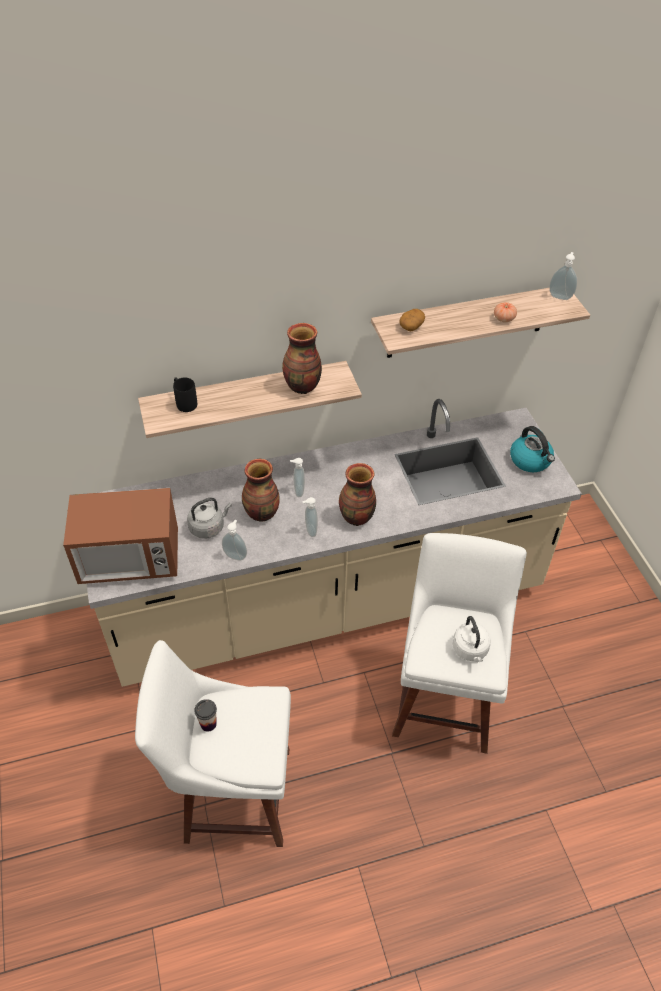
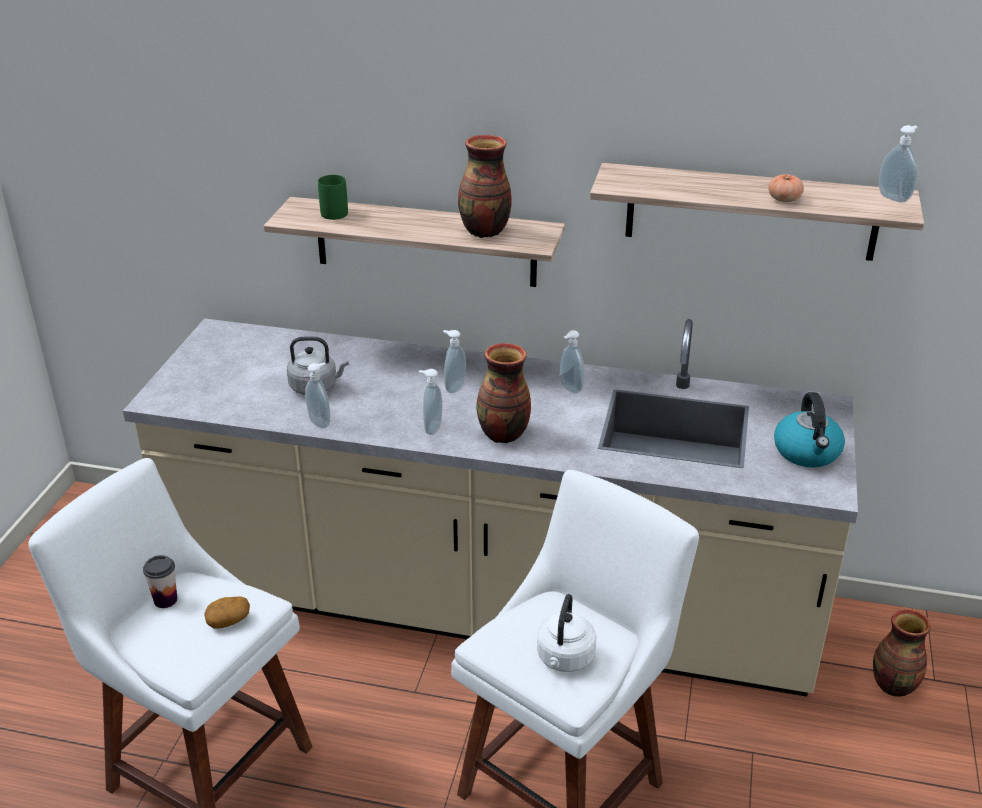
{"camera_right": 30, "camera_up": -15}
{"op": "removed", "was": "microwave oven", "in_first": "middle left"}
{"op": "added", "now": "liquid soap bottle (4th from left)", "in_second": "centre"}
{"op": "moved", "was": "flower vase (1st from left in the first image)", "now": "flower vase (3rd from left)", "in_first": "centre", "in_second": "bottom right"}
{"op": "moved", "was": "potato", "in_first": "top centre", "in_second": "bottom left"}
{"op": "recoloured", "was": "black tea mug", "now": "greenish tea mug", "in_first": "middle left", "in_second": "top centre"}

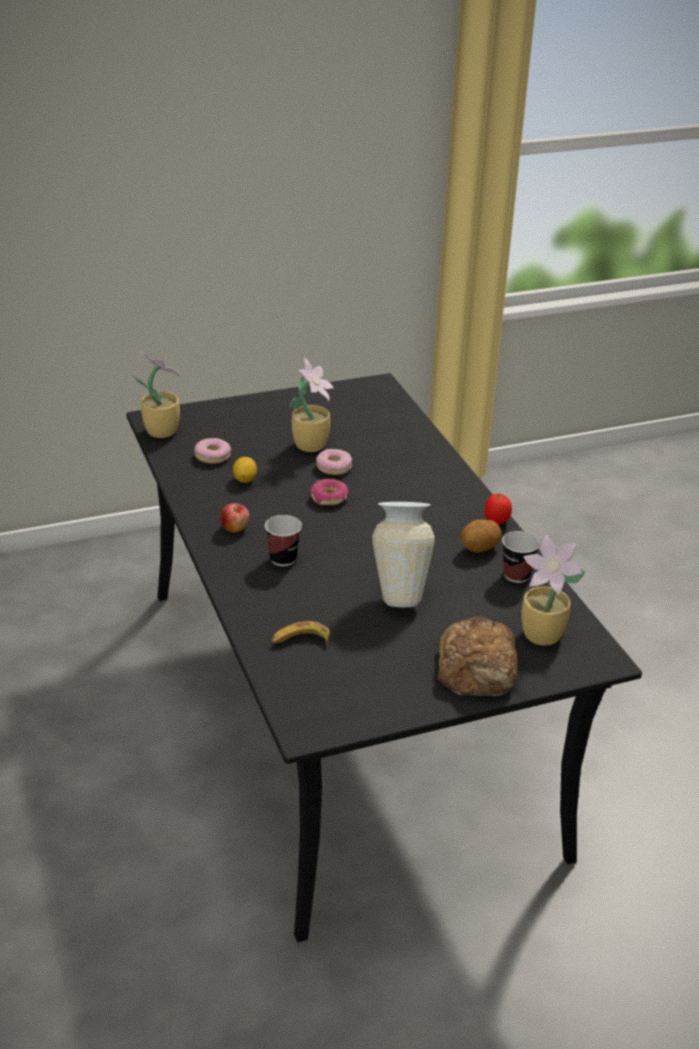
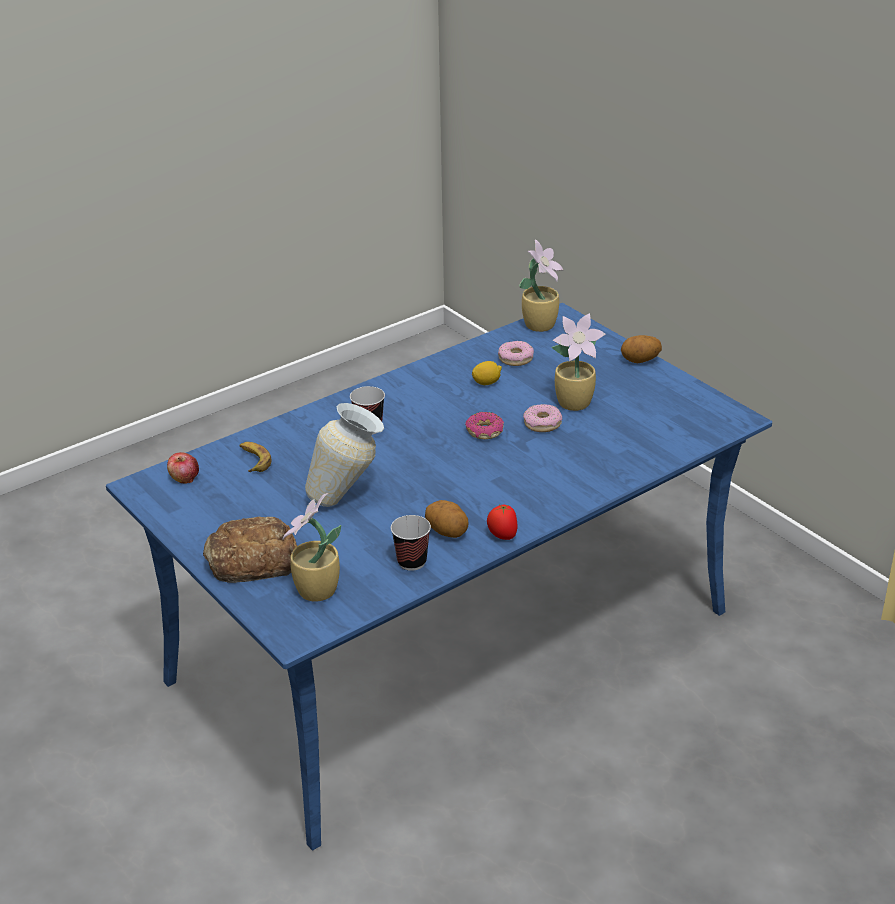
{"camera_right": 75, "camera_up": 0}
{"op": "added", "now": "potato (2nd from left)", "in_second": "middle right"}
{"op": "moved", "was": "apple fruit", "in_first": "centre", "in_second": "middle left"}
{"op": "recoloured", "was": "black dining table", "now": "blue dining table", "in_first": "centre", "in_second": "centre"}

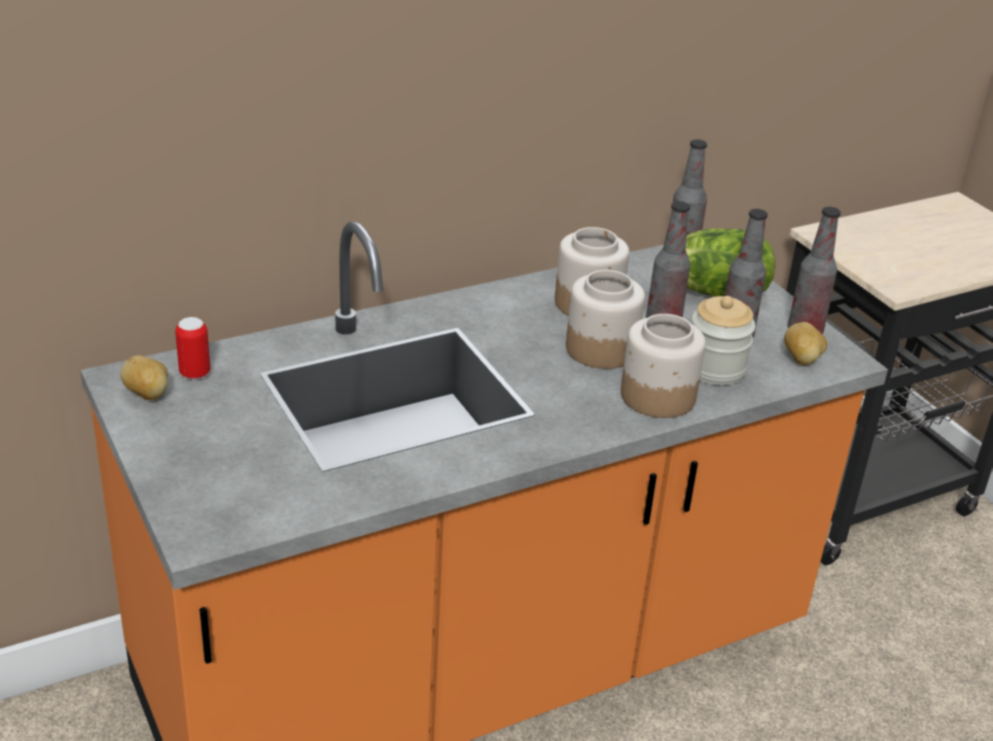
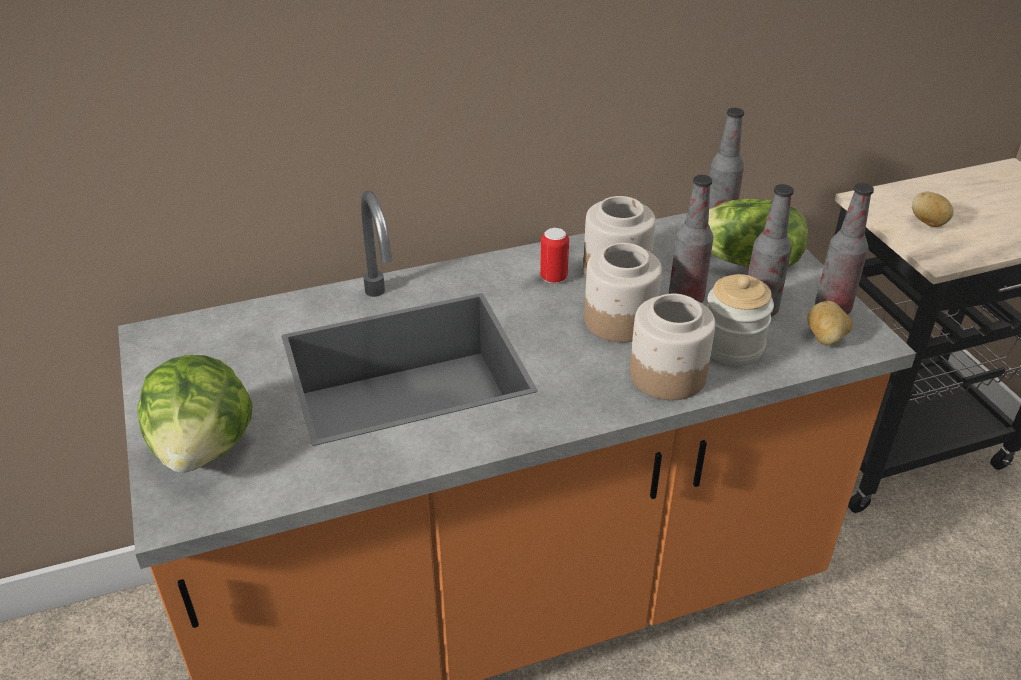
{"camera_right": 10, "camera_up": 5}
{"op": "added", "now": "lettuce head (1st from left)", "in_second": "middle left"}
{"op": "moved", "was": "potato (1st from left in the first image)", "now": "potato (2nd from left)", "in_first": "middle left", "in_second": "top right"}
{"op": "moved", "was": "can", "in_first": "middle left", "in_second": "centre"}

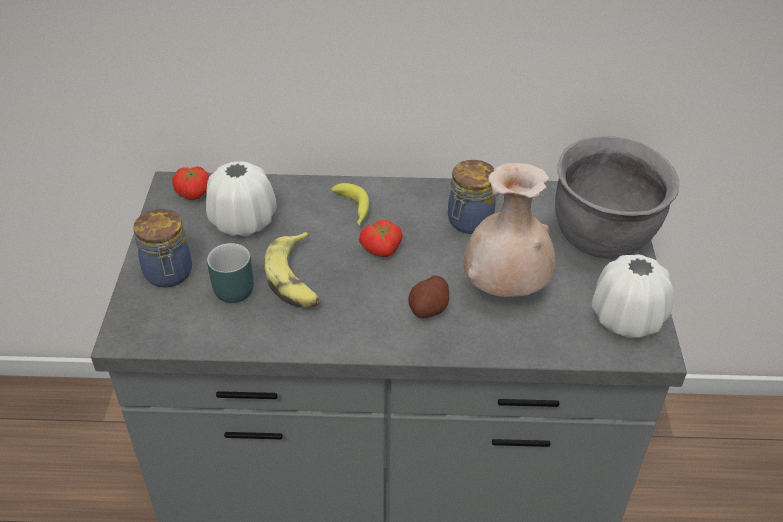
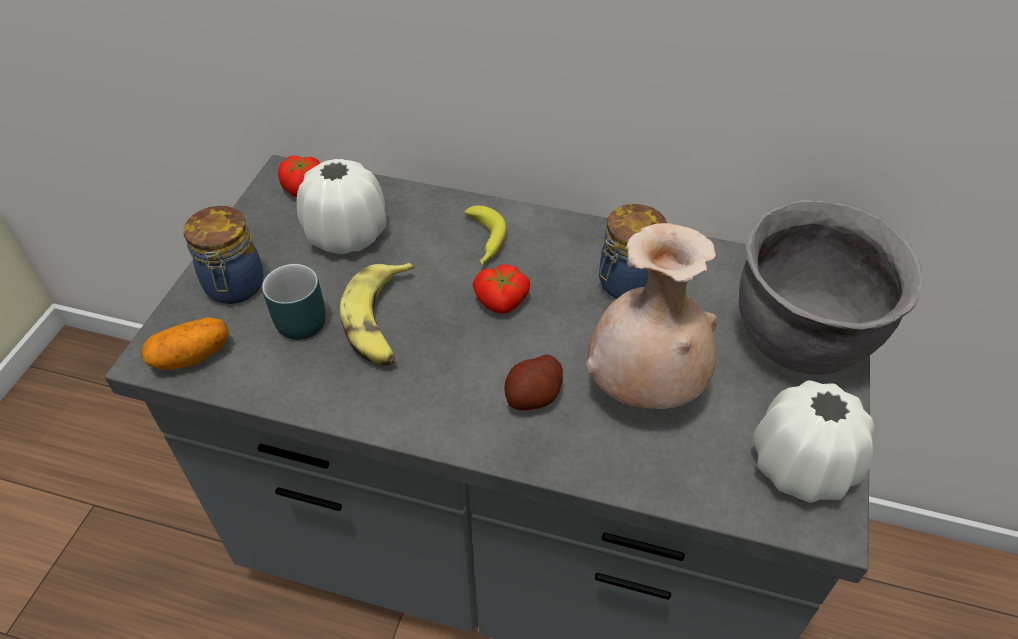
{"camera_right": 15, "camera_up": 5}
{"op": "added", "now": "potato (1st from left)", "in_second": "middle left"}

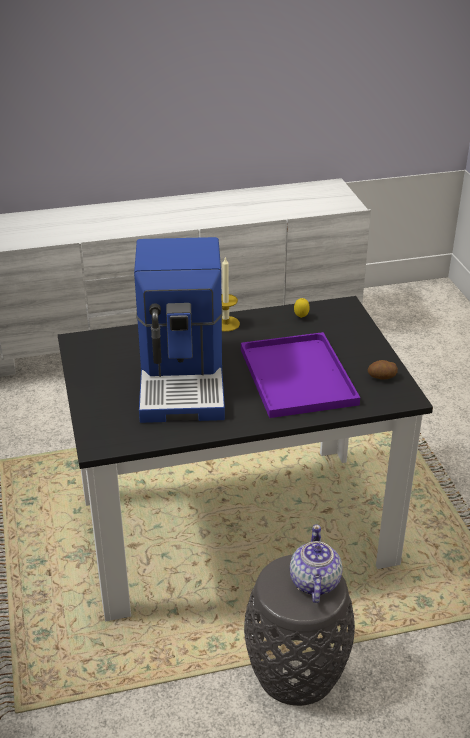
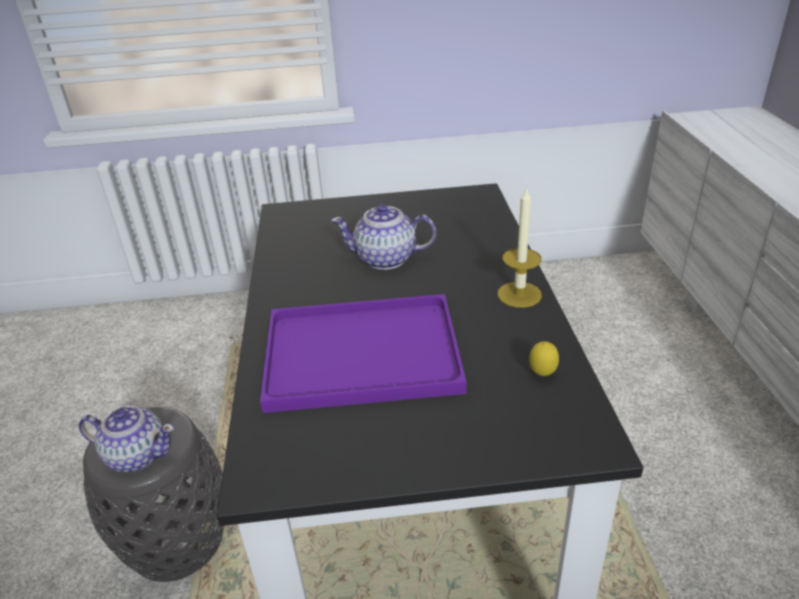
{"camera_right": 100, "camera_up": 0}
{"op": "removed", "was": "potato", "in_first": "middle right"}
{"op": "replaced", "was": "coffee maker", "now": "tea pot (2nd from left)", "in_first": "centre", "in_second": "centre"}

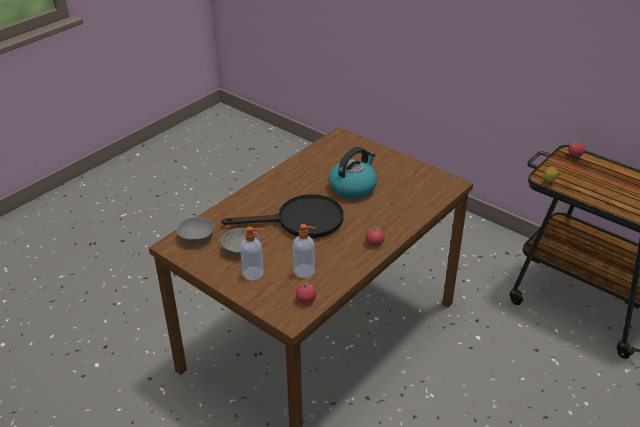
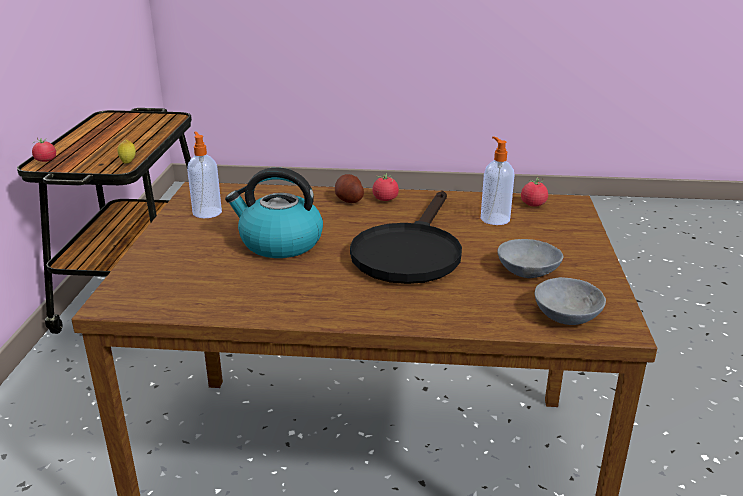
{"camera_right": -125, "camera_up": -10}
{"op": "added", "now": "potato", "in_second": "centre"}
{"op": "moved", "was": "liquid soap bottle (1st from left)", "in_first": "centre", "in_second": "middle left"}
{"op": "turned", "was": "black skillet", "in_first": "centre", "in_second": "centre", "clockwise": -120}

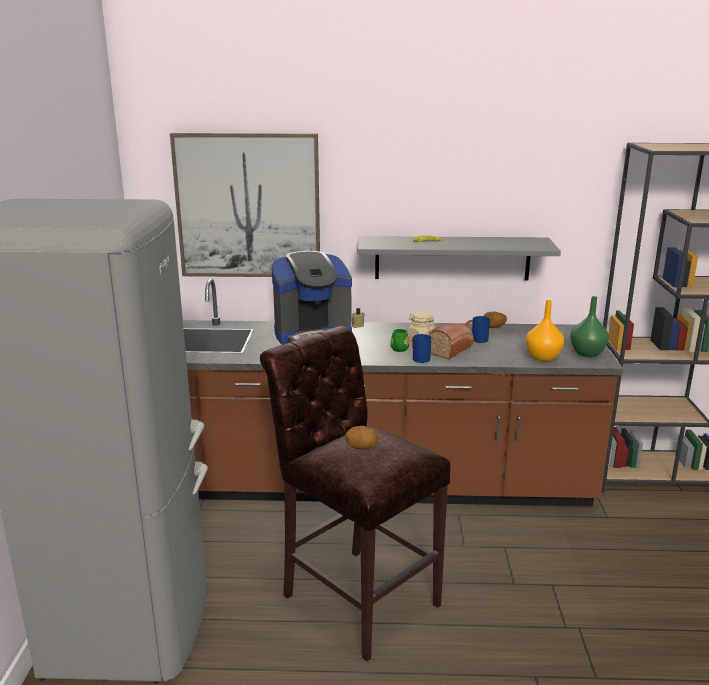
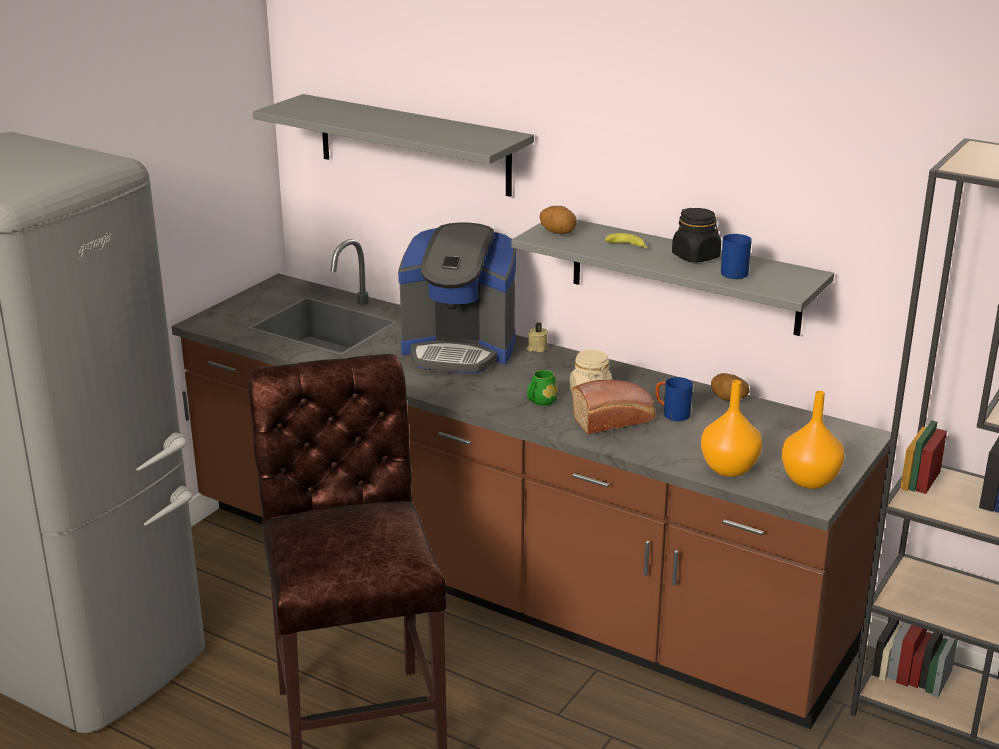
{"camera_right": 30, "camera_up": 5}
{"op": "added", "now": "black jar", "in_second": "top right"}
{"op": "moved", "was": "potato (1st from left)", "in_first": "centre", "in_second": "top centre"}
{"op": "moved", "was": "blue tea mug (1st from left in the first image)", "now": "blue tea mug (2nd from left)", "in_first": "centre", "in_second": "middle right"}
{"op": "replaced", "was": "wall picture", "now": "grey wall shelf (1st from left)", "in_first": "top centre", "in_second": "top centre"}
{"op": "recoloured", "was": "greenish flower vase", "now": "orange flower vase (2nd from left)", "in_first": "middle right", "in_second": "middle right"}

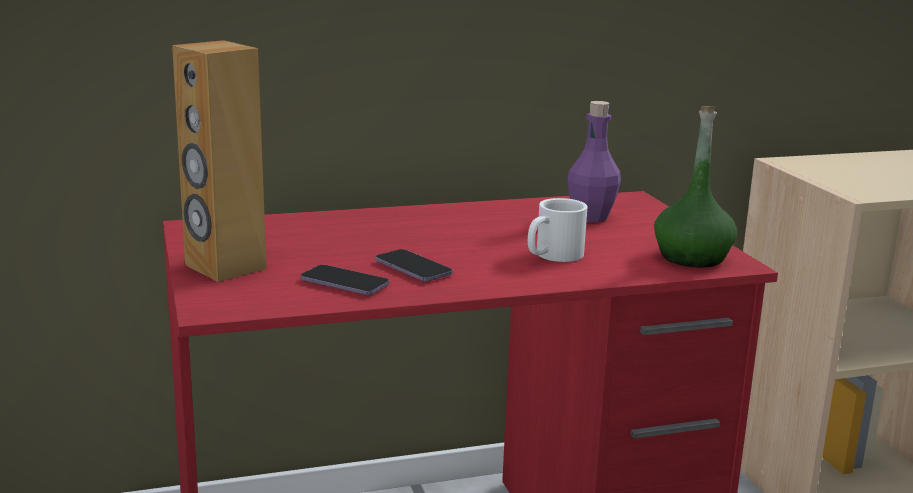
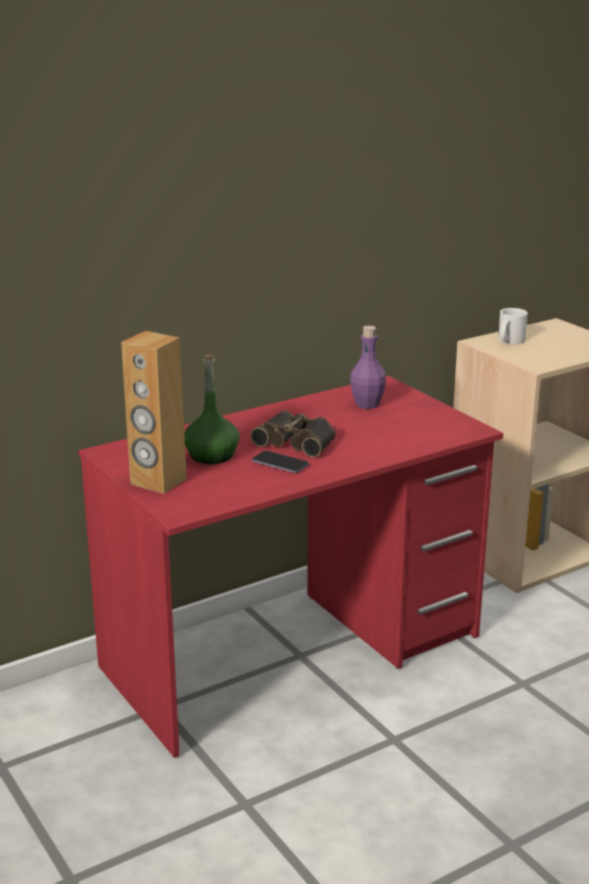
{"camera_right": -15, "camera_up": 5}
{"op": "removed", "was": "telephone (1st from left)", "in_first": "centre"}
{"op": "added", "now": "pair of binoculars", "in_second": "centre"}
{"op": "moved", "was": "white tea mug", "in_first": "centre", "in_second": "middle right"}
{"op": "moved", "was": "greenish bottle", "in_first": "middle right", "in_second": "centre"}

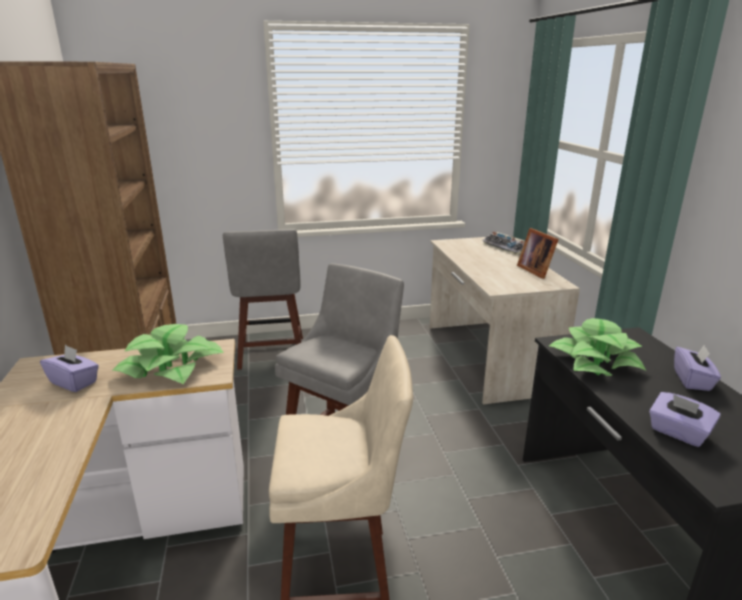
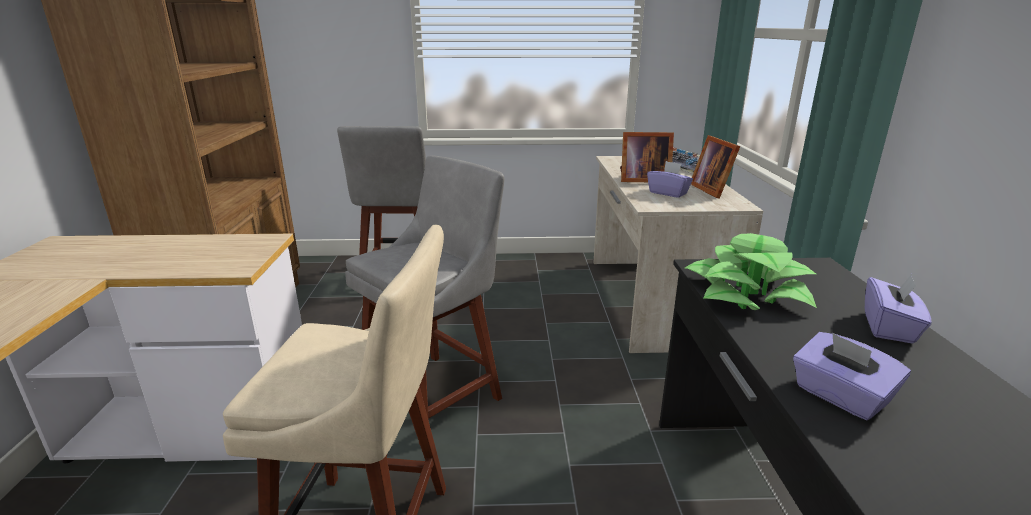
{"camera_right": 10, "camera_up": 0}
{"op": "removed", "was": "plant in a pot (1st from left)", "in_first": "middle left"}
{"op": "added", "now": "standing frame (1st from left)", "in_second": "top centre"}
{"op": "moved", "was": "purplish box of tissues (1st from left)", "in_first": "middle left", "in_second": "centre"}

